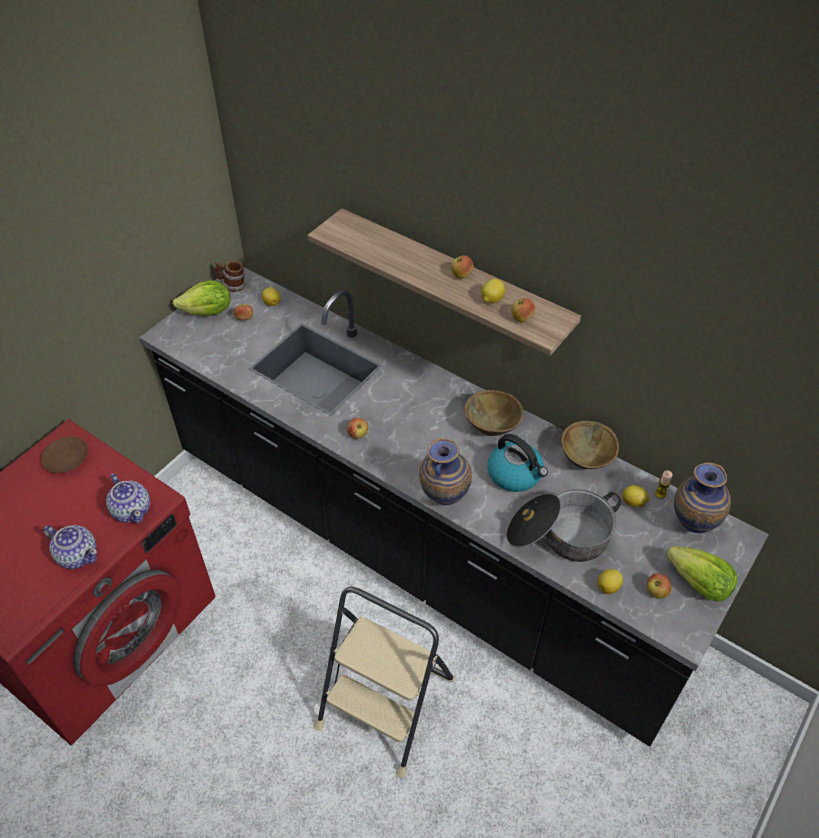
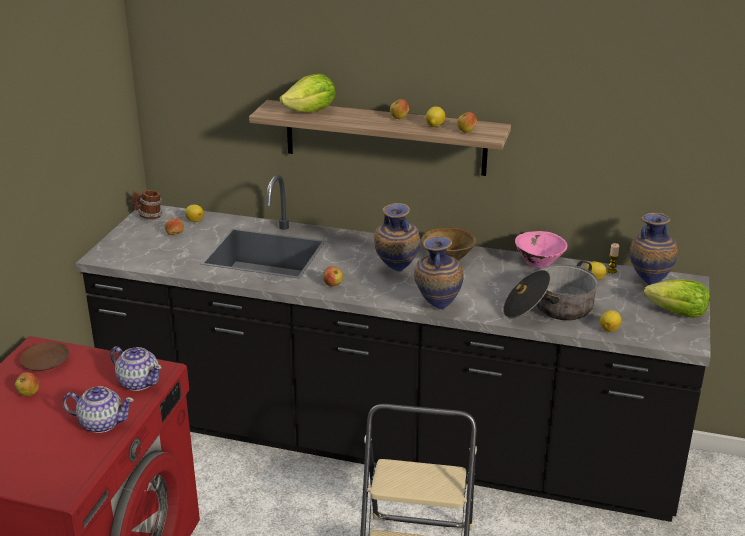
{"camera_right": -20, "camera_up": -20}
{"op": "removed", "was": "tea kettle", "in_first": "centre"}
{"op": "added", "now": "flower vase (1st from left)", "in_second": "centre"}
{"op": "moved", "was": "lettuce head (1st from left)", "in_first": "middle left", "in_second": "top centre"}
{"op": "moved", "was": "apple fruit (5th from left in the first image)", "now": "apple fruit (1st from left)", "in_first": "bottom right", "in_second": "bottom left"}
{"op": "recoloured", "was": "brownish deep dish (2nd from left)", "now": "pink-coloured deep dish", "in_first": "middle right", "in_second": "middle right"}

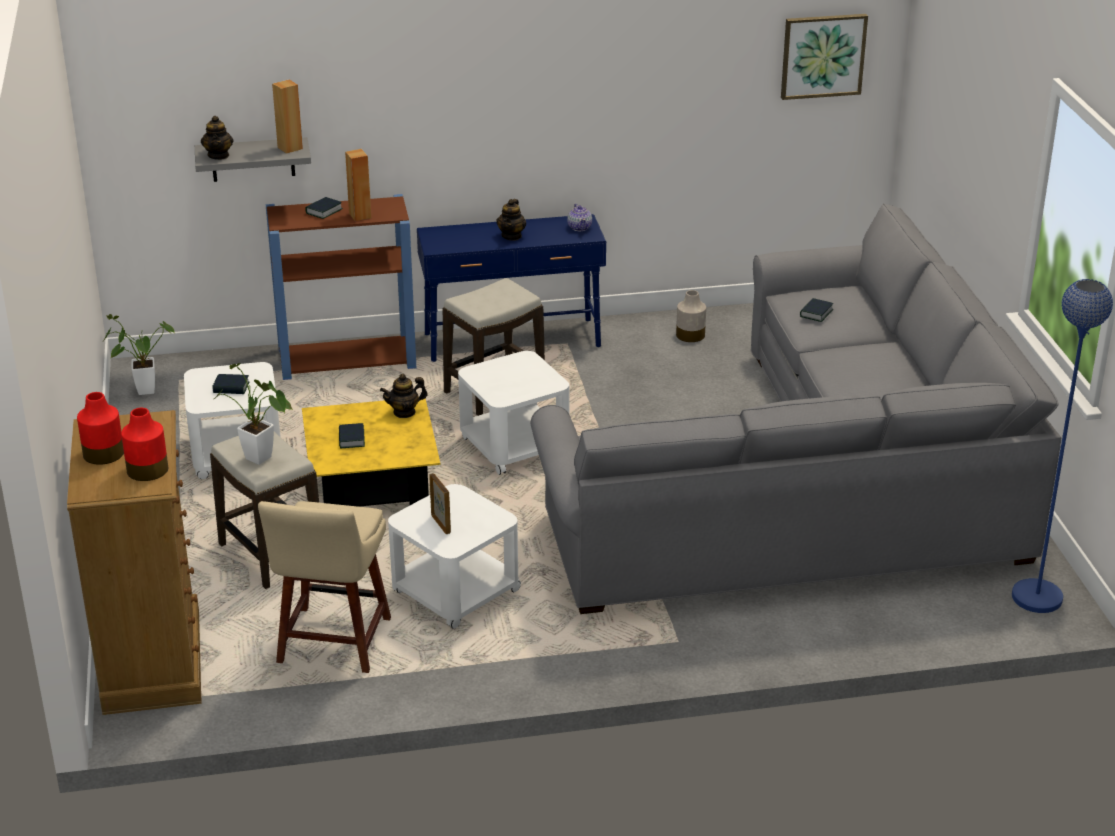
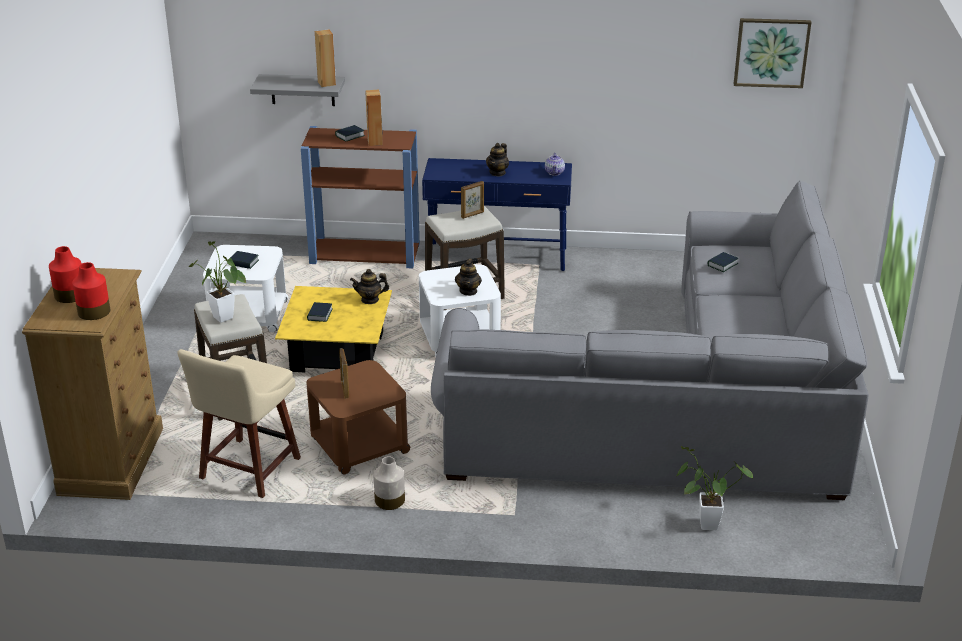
{"camera_right": 15, "camera_up": 0}
{"op": "removed", "was": "blue standard lamp", "in_first": "middle right"}
{"op": "added", "now": "standing frame (2nd from left)", "in_second": "top centre"}
{"op": "moved", "was": "plant in a pot (1st from left in the first image)", "now": "plant in a pot (2nd from left)", "in_first": "middle left", "in_second": "bottom right"}
{"op": "moved", "was": "tea pot (1st from left in the first image)", "now": "tea pot (2nd from left)", "in_first": "top left", "in_second": "centre"}
{"op": "moved", "was": "beige-coloured flower vase", "in_first": "centre", "in_second": "bottom centre"}
{"op": "recoloured", "was": "white accent table (2nd from left)", "now": "brownish accent table", "in_first": "centre", "in_second": "centre"}

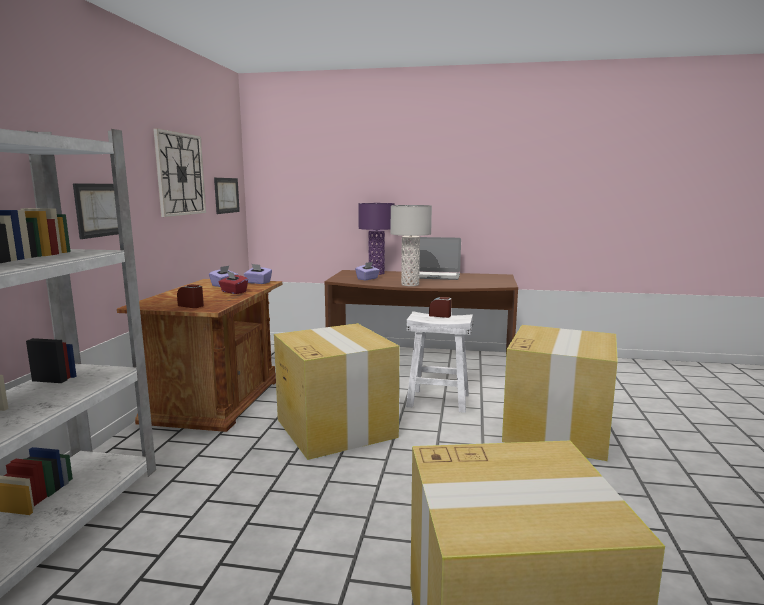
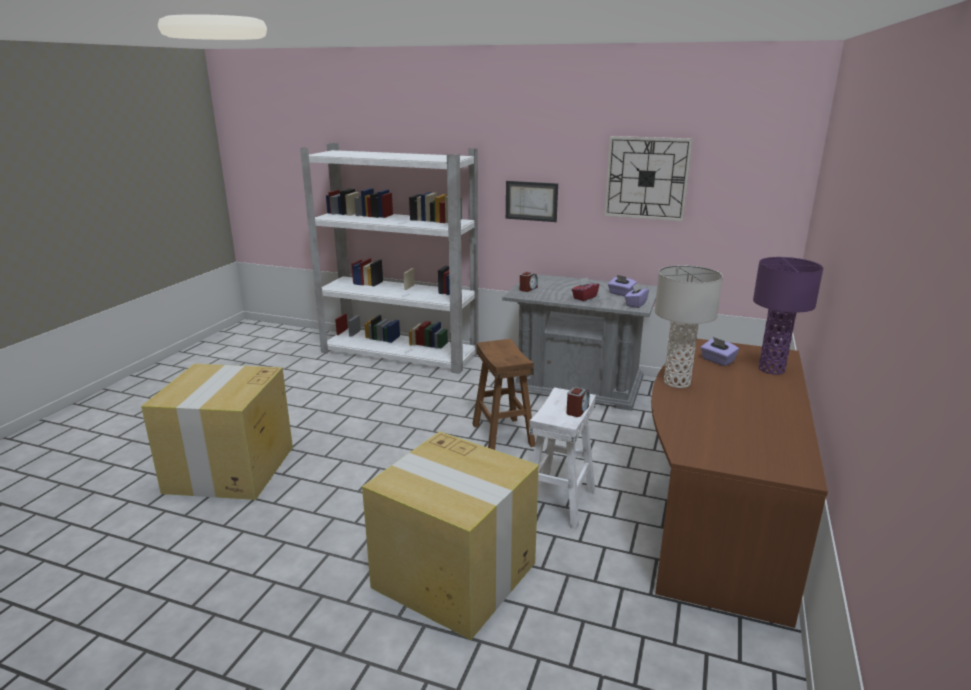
{"camera_right": 100, "camera_up": 10}
{"op": "removed", "was": "wall picture (2nd from left)", "in_first": "top left"}
{"op": "removed", "was": "laptop", "in_first": "centre"}
{"op": "replaced", "was": "cardboard box (1st from left)", "now": "brownish stool", "in_first": "centre", "in_second": "centre"}
{"op": "recoloured", "was": "brownish storage cabinet", "now": "grey storage cabinet", "in_first": "middle left", "in_second": "centre"}

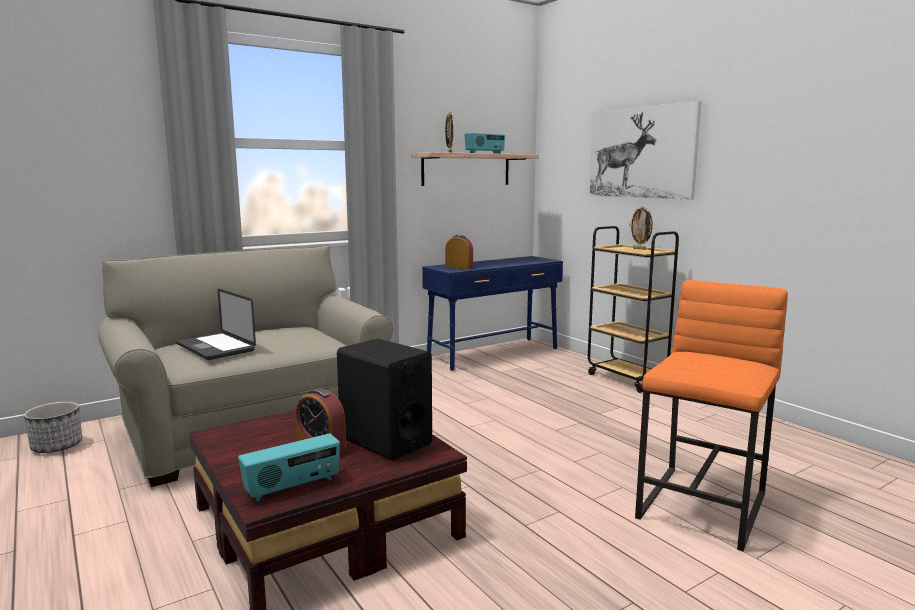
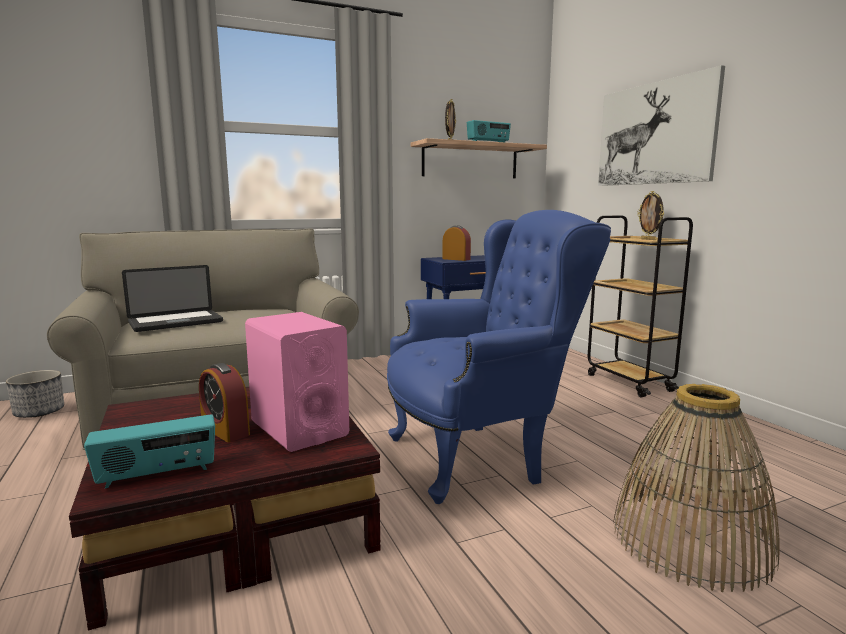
{"camera_right": 10, "camera_up": 0}
{"op": "added", "now": "blue lounge chair", "in_second": "centre"}
{"op": "replaced", "was": "orange stool", "now": "storage basket", "in_first": "bottom right", "in_second": "bottom right"}
{"op": "recoloured", "was": "black loudspeaker", "now": "pink-coloured loudspeaker", "in_first": "centre", "in_second": "centre"}
{"op": "turned", "was": "laptop", "in_first": "middle left", "in_second": "middle left", "clockwise": -90}

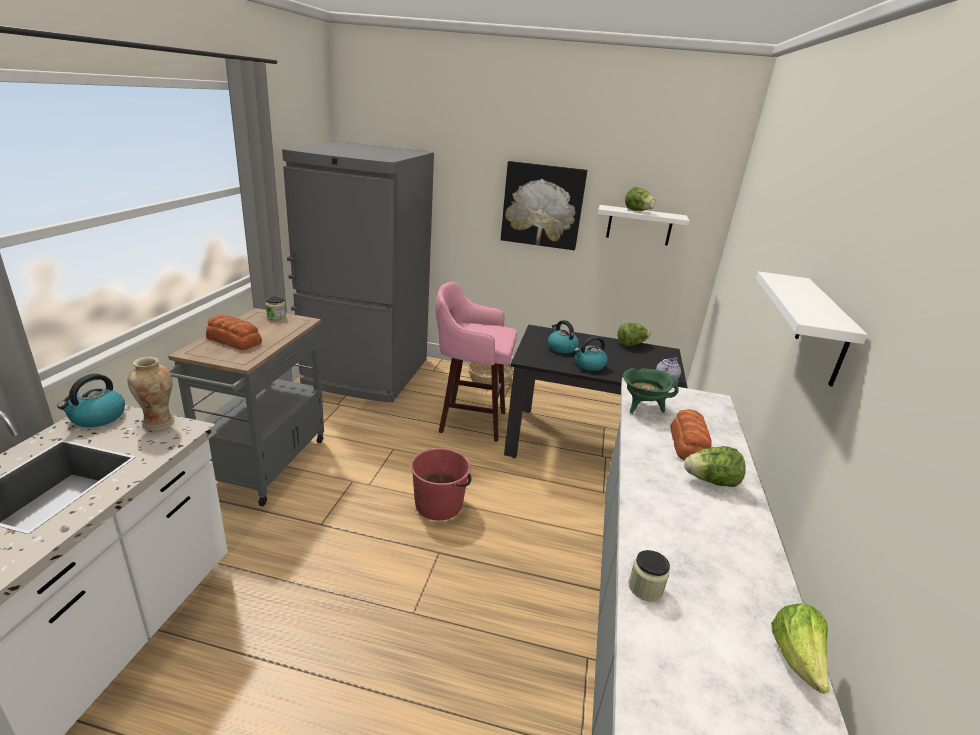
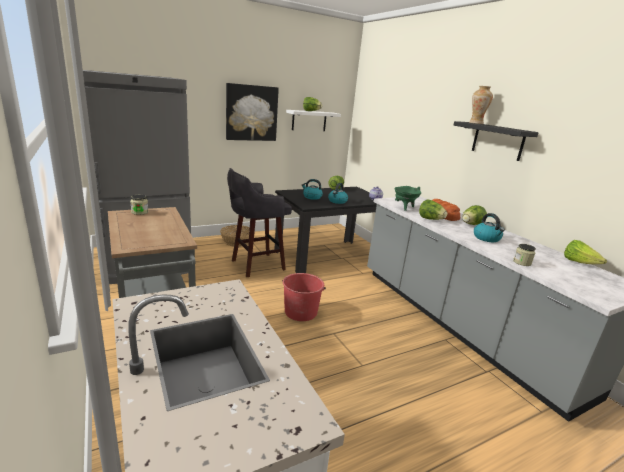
{"camera_right": -40, "camera_up": -5}
{"op": "removed", "was": "baked bread (1st from left)", "in_first": "middle left"}
{"op": "added", "now": "lettuce head (3rd from left)", "in_second": "middle right"}
{"op": "moved", "was": "tea kettle (1st from left in the first image)", "now": "tea kettle (3rd from left)", "in_first": "middle left", "in_second": "middle right"}
{"op": "moved", "was": "flower vase", "in_first": "middle left", "in_second": "top right"}
{"op": "recoloured", "was": "pink-coloured stool", "now": "grey stool", "in_first": "centre", "in_second": "centre"}
{"op": "recoloured", "was": "white wall shelf (2nd from left)", "now": "black wall shelf", "in_first": "middle right", "in_second": "top right"}

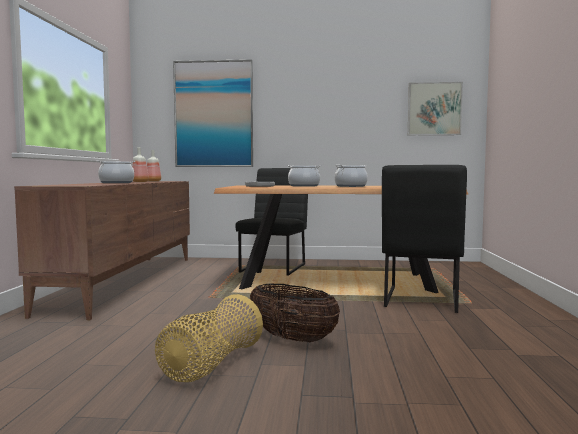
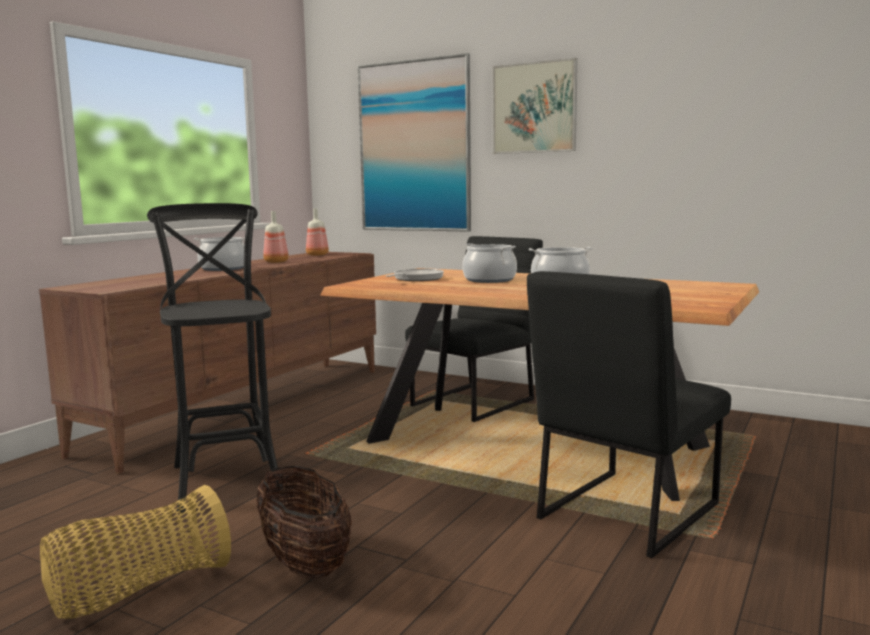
{"camera_right": 25, "camera_up": 5}
{"op": "added", "now": "black stool", "in_second": "middle left"}
{"op": "moved", "was": "wall picture (2nd from left)", "in_first": "top right", "in_second": "top centre"}

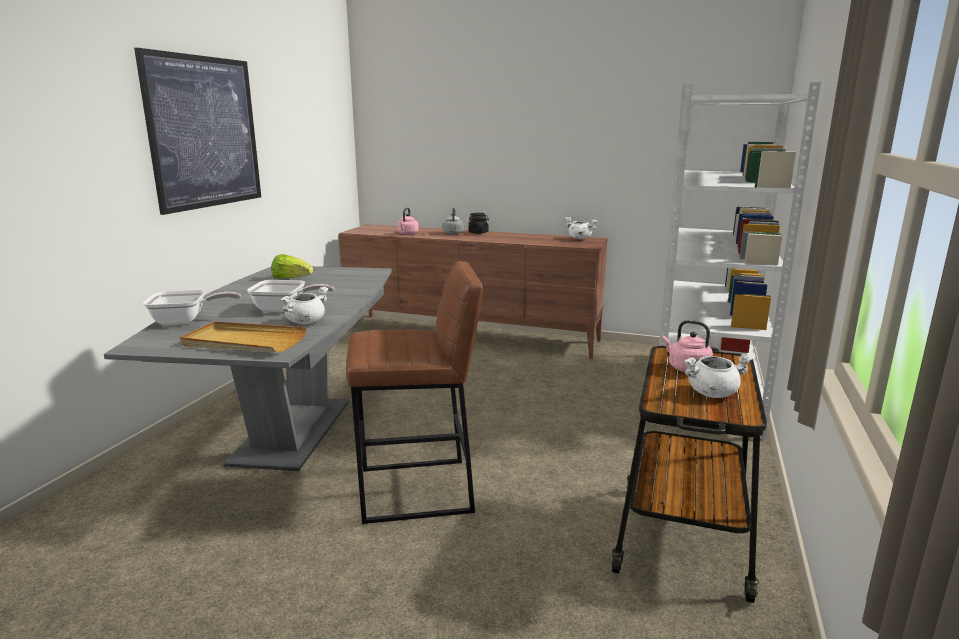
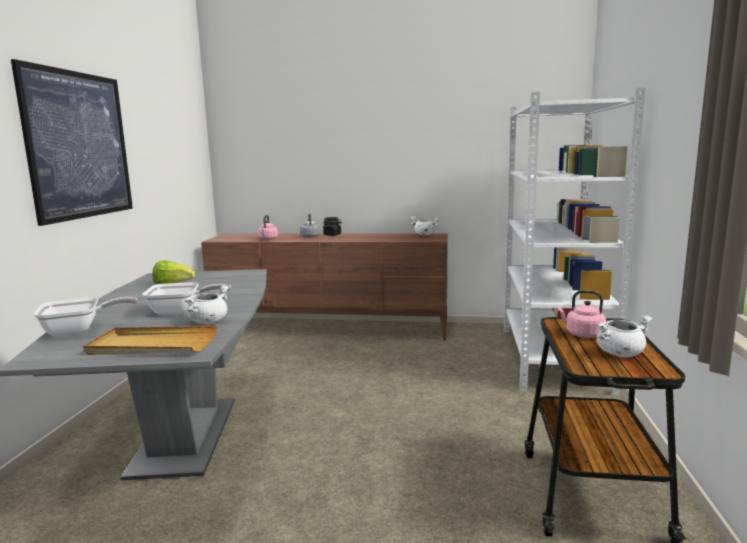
{"camera_right": -10, "camera_up": -5}
{"op": "removed", "was": "brownish stool", "in_first": "centre"}

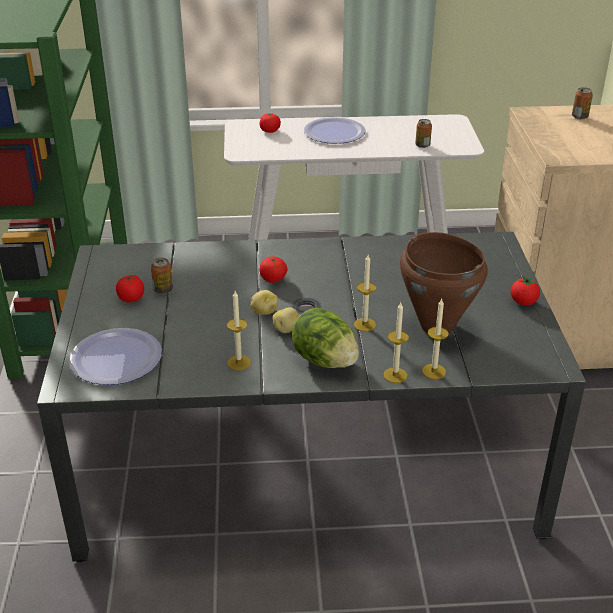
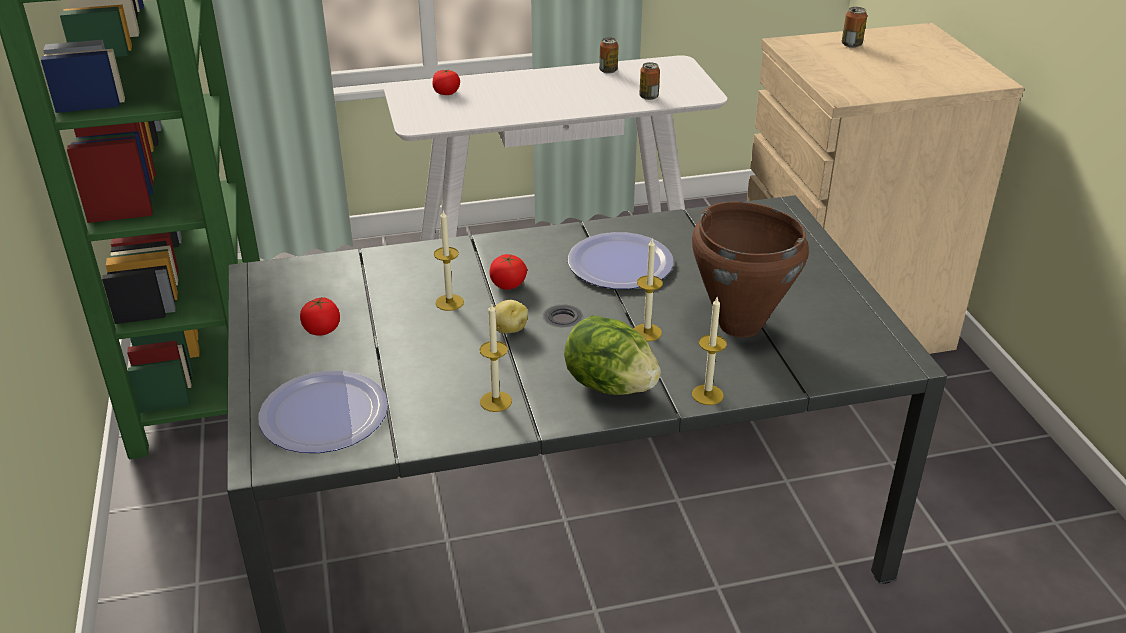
{"camera_right": -10, "camera_up": 0}
{"op": "removed", "was": "potato (2nd from left)", "in_first": "centre"}
{"op": "removed", "was": "tomato (4th from left)", "in_first": "middle right"}
{"op": "moved", "was": "can (1st from left)", "in_first": "middle left", "in_second": "top centre"}
{"op": "moved", "was": "plate (2nd from left)", "in_first": "top centre", "in_second": "centre"}
{"op": "moved", "was": "wax candle (4th from left in the first image)", "now": "wax candle (1st from left)", "in_first": "middle right", "in_second": "centre"}

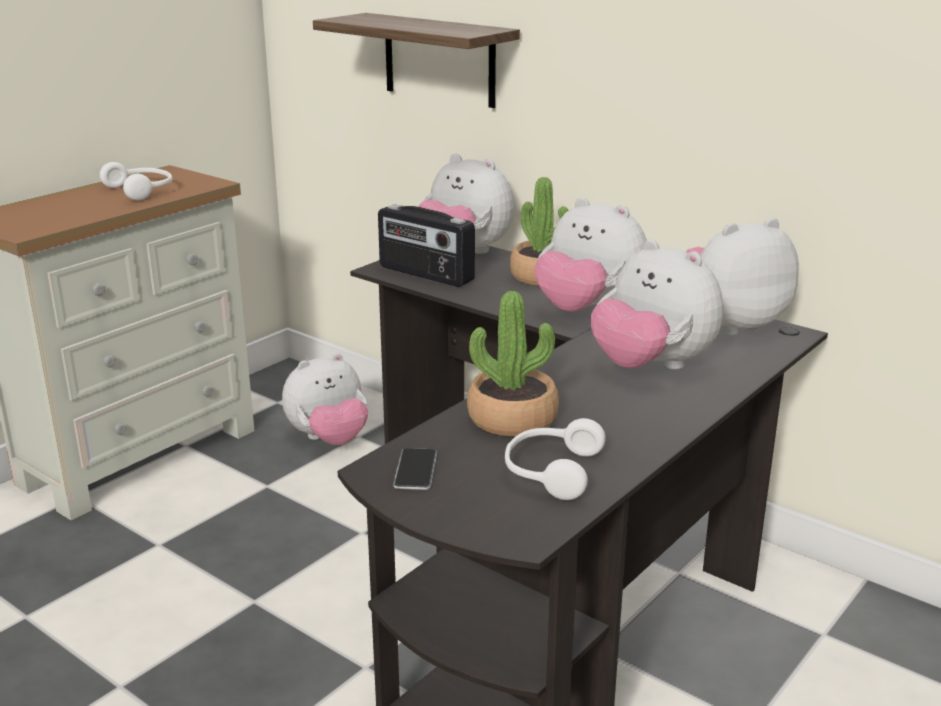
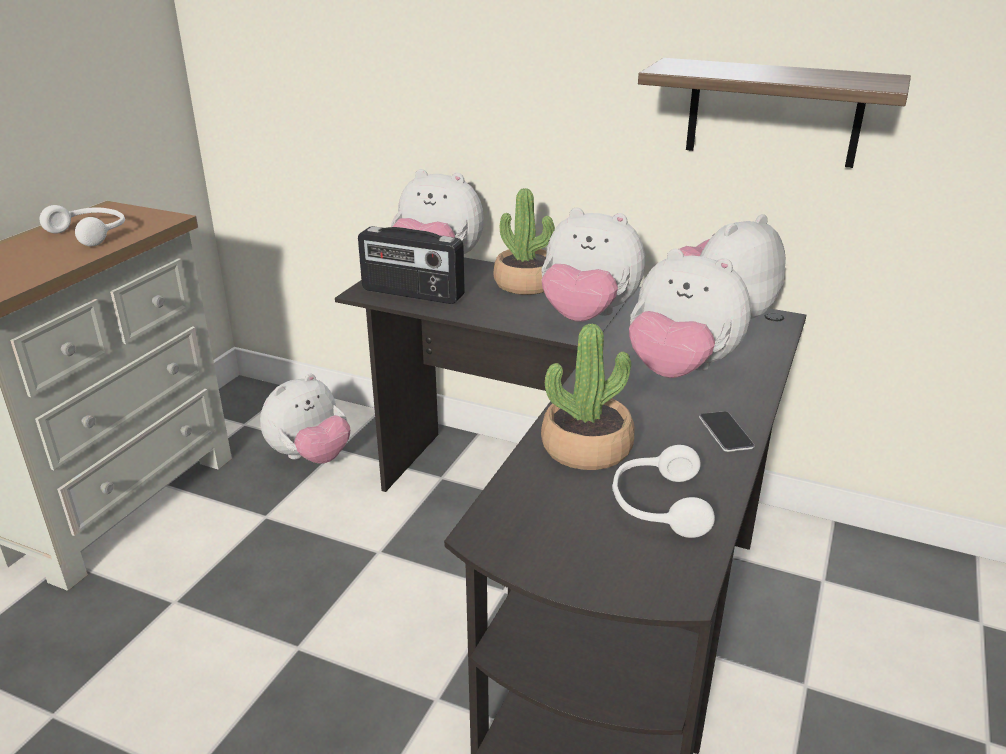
{"camera_right": -15, "camera_up": 5}
{"op": "moved", "was": "wall shelf", "in_first": "top centre", "in_second": "top right"}
{"op": "moved", "was": "telephone", "in_first": "centre", "in_second": "middle right"}

